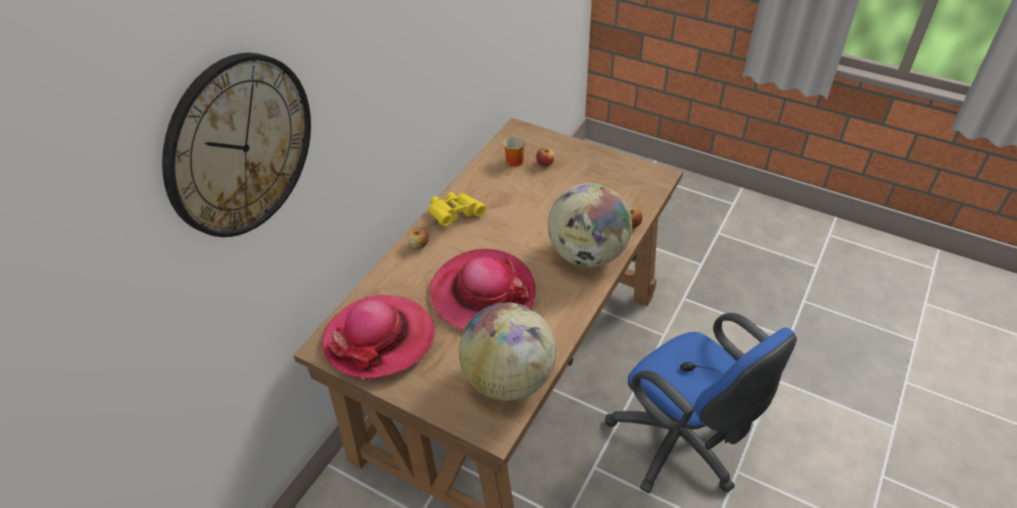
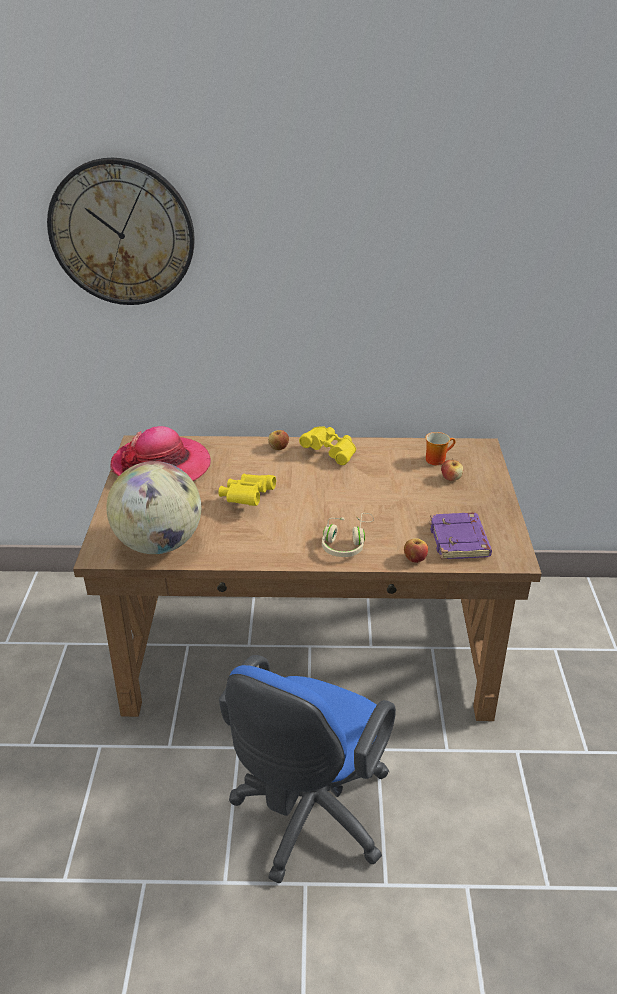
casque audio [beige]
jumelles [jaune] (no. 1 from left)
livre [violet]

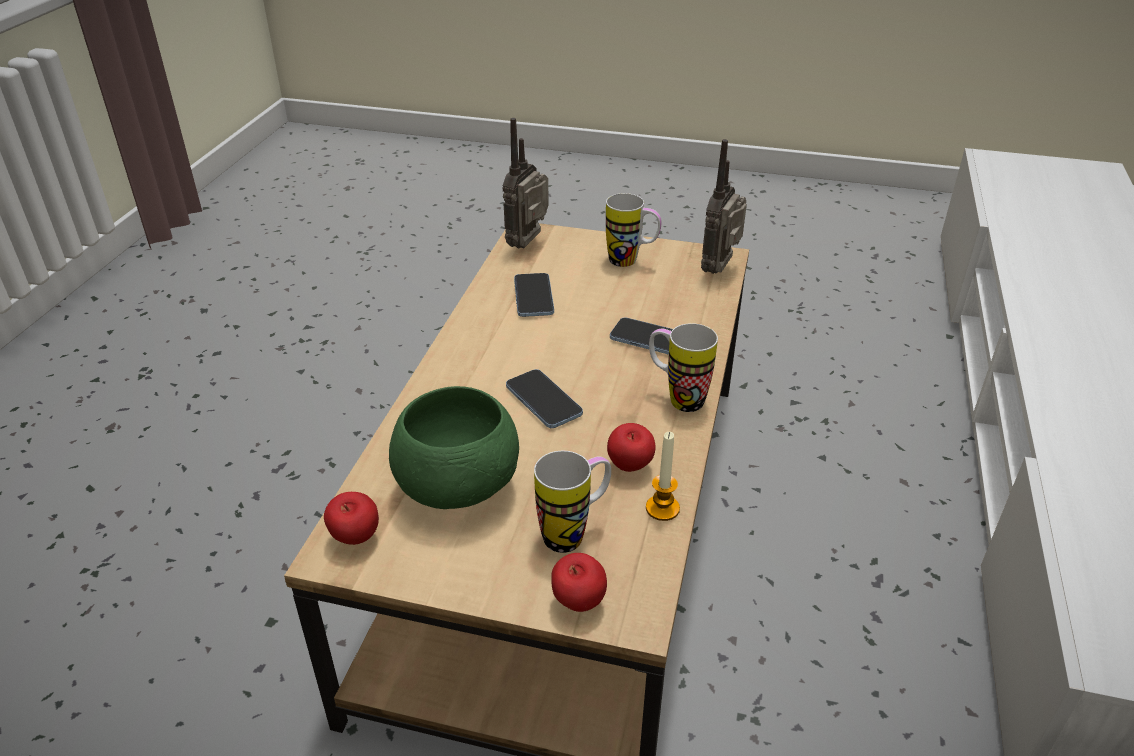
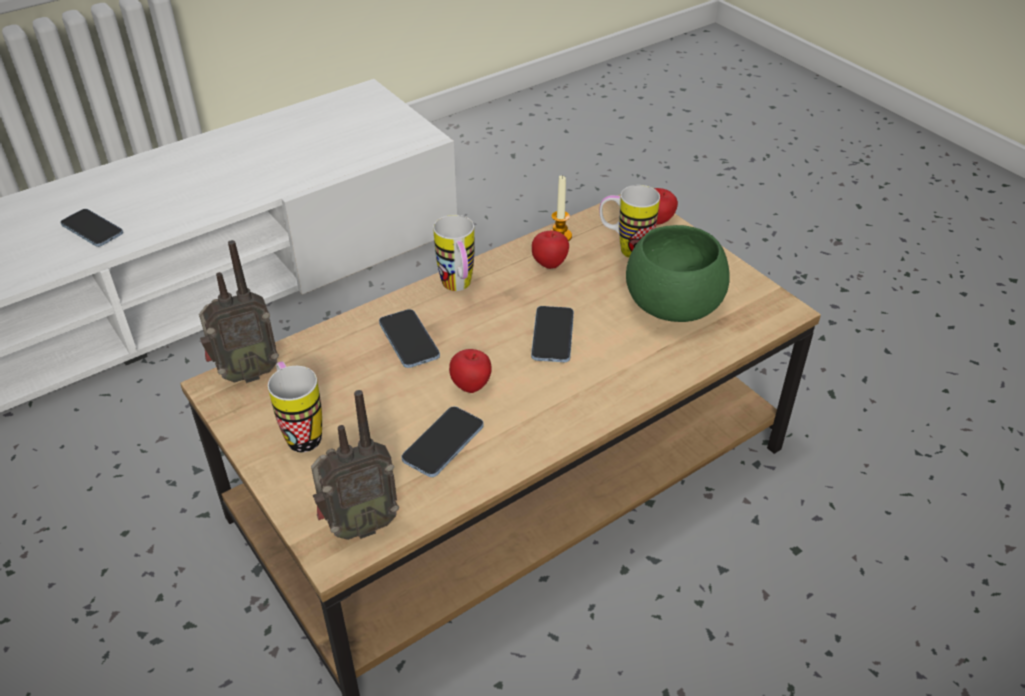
pomme (no. 1 from left)
téléphone (no. 1 from left)

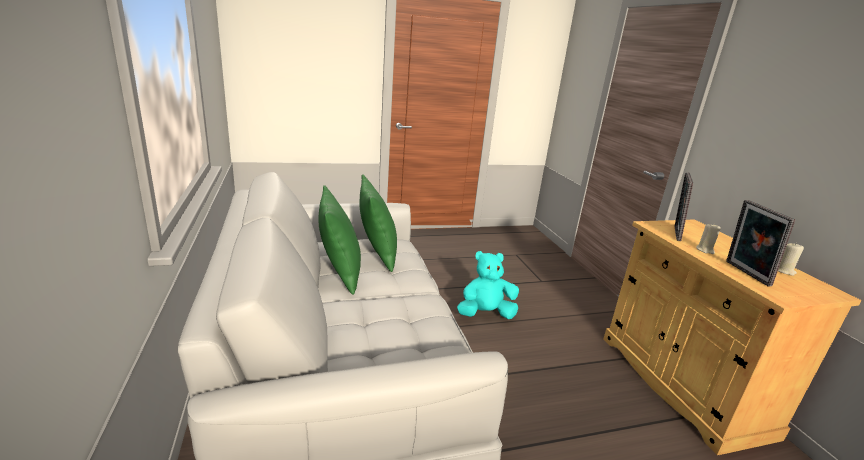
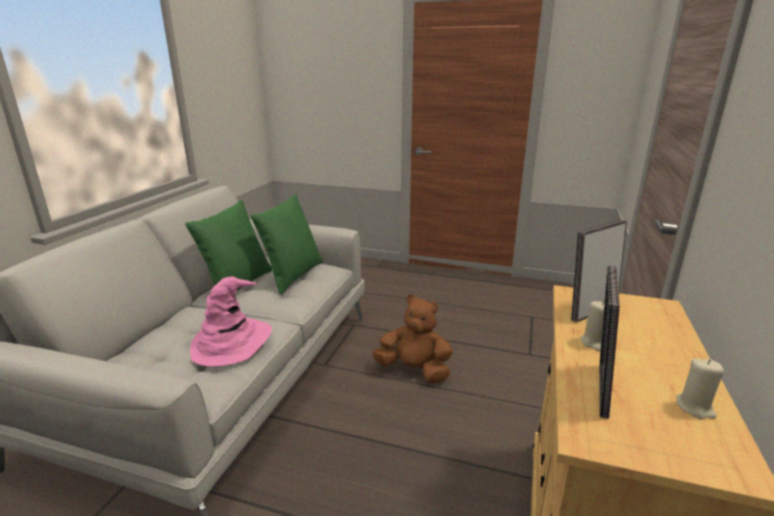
peluche [marron]
chapeau [rose]

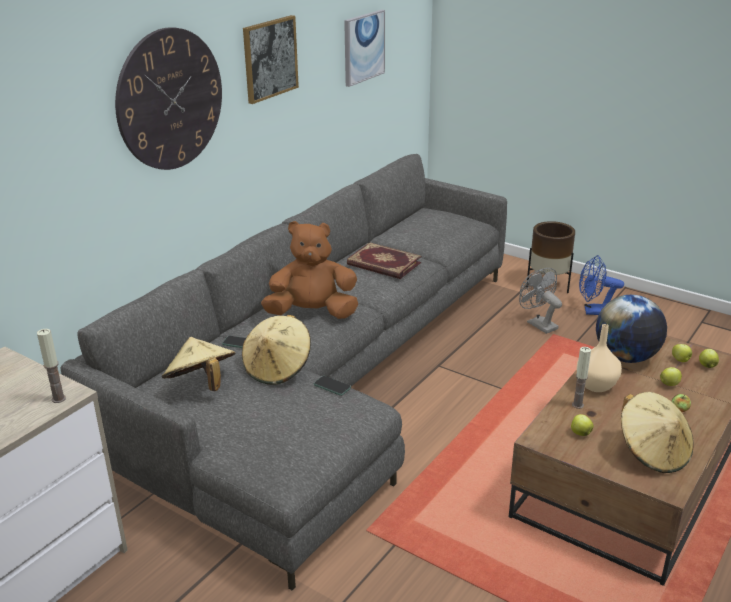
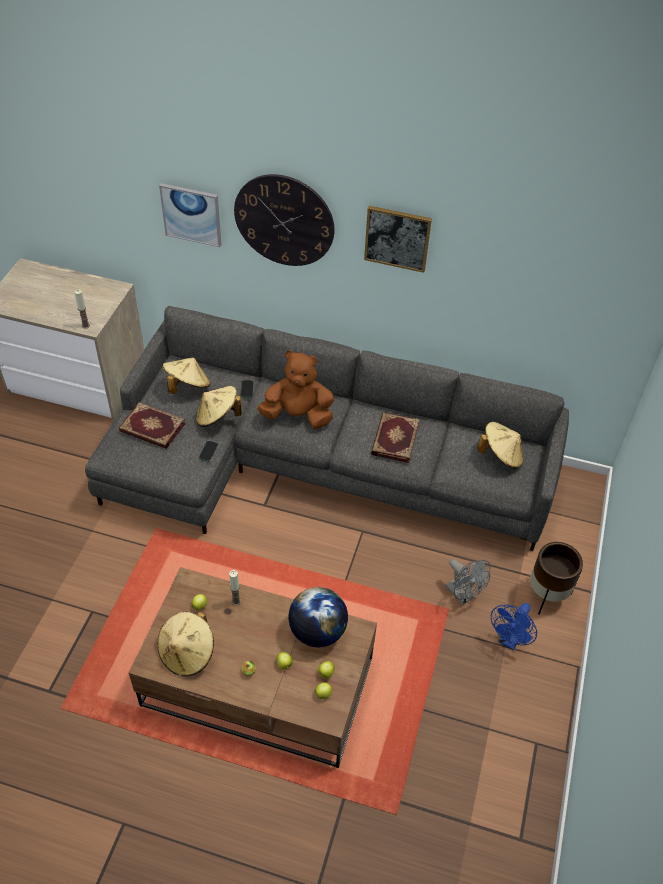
tableau (no. 1 from left)
peluche [marron]
ventilateur [bleu]
ventilateur [gris]
vase [beige]
livre (no. 1 from left)
chapeau [beige] (no. 4 from left)

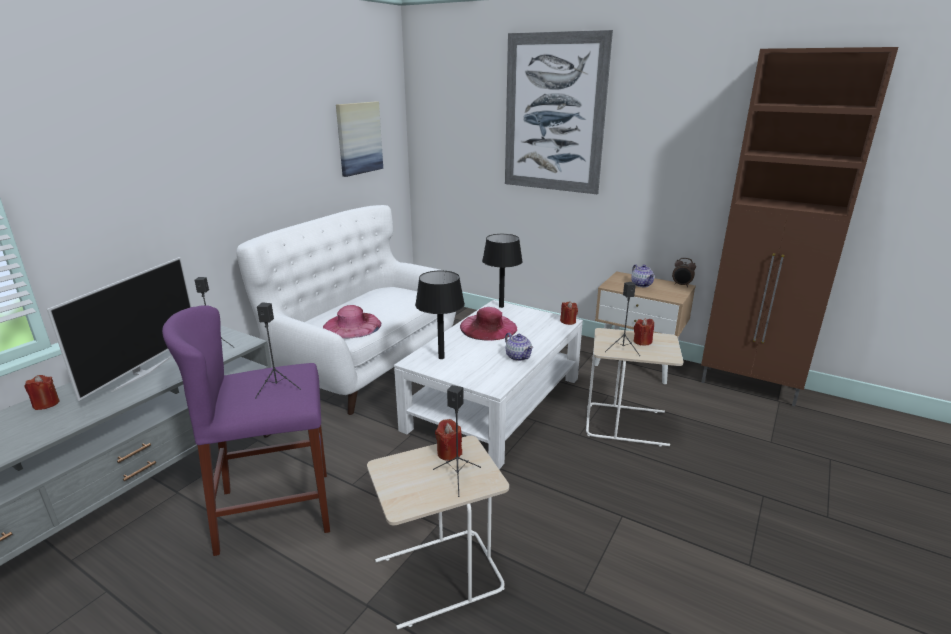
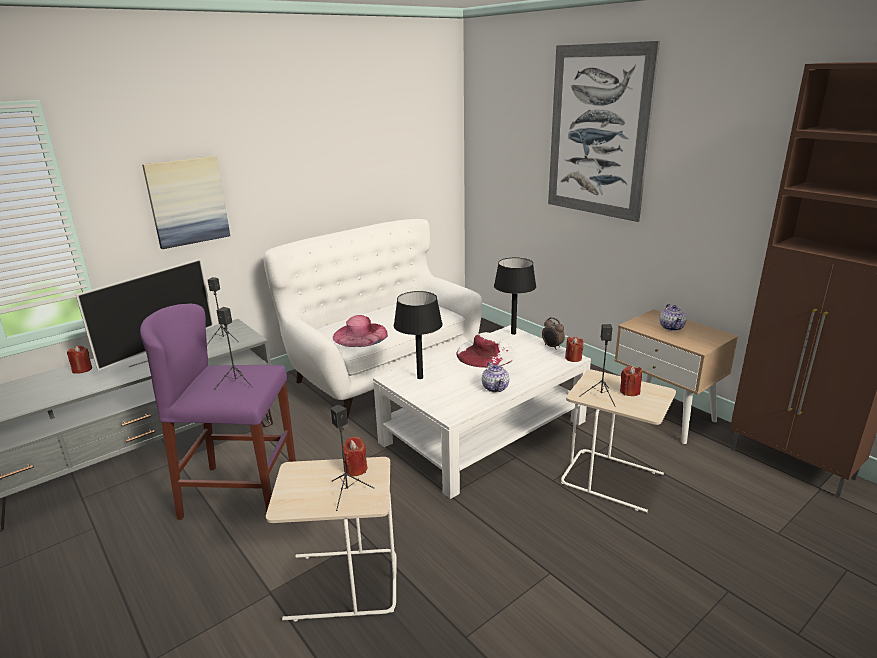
tableau (no. 1 from left)
réveil
chapeau [blanc]

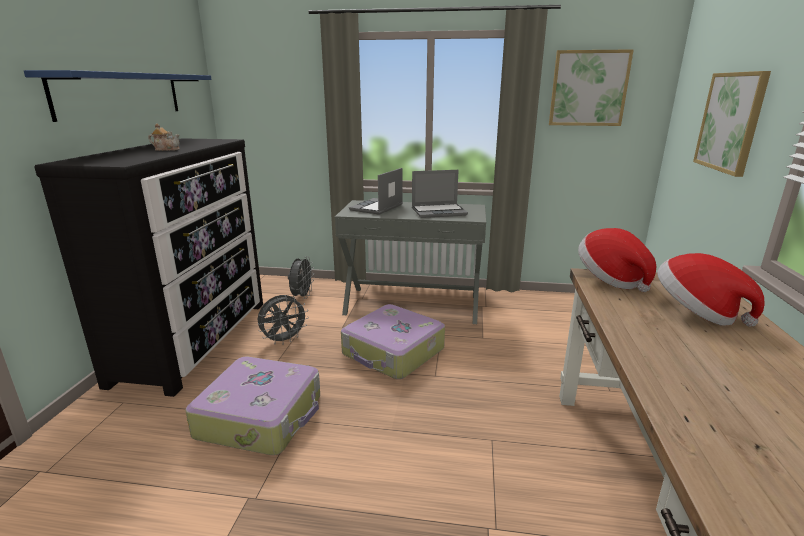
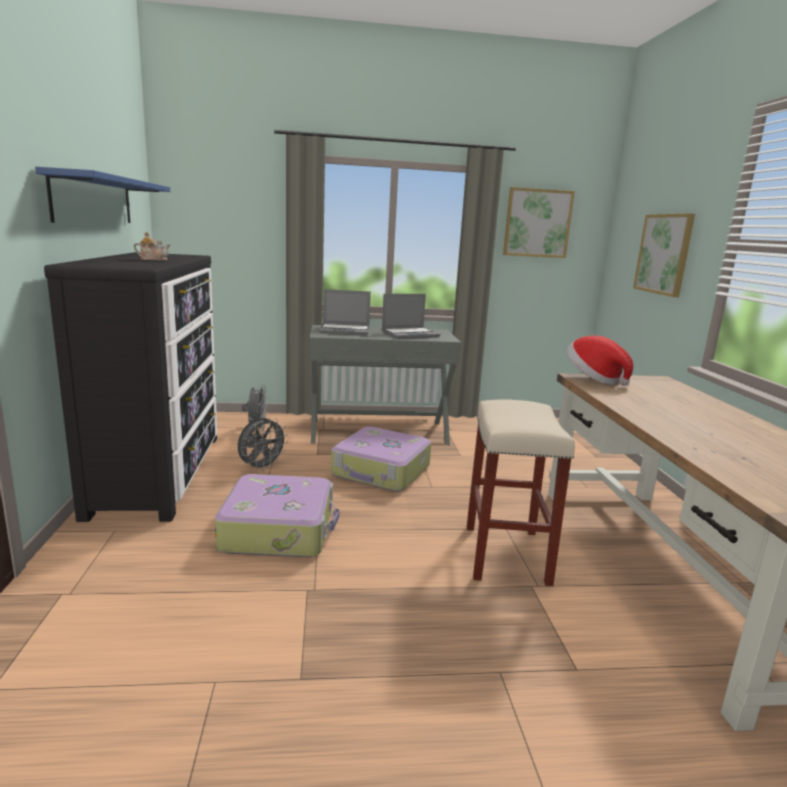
ordinateur portable (no. 1 from left)
chapeau (no. 2 from left in the first image)
tabouret [beige]

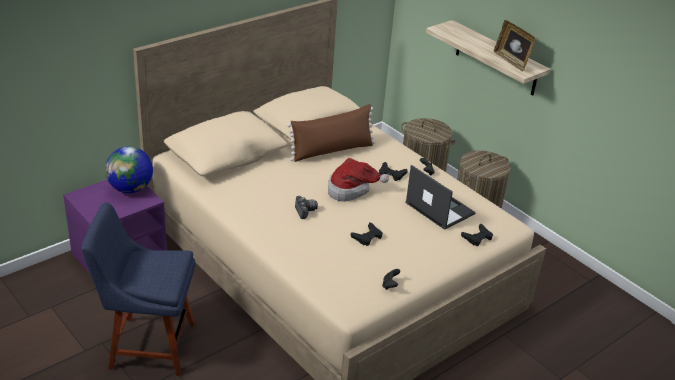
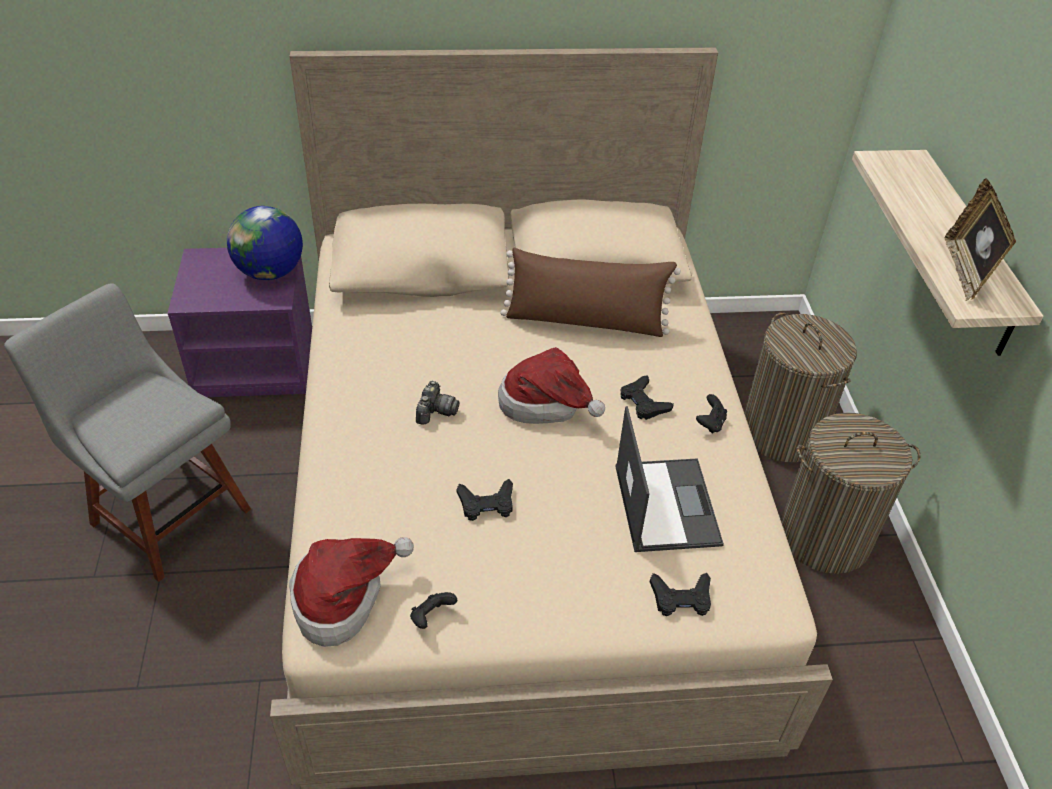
chaise [gris]
chapeau (no. 1 from left)

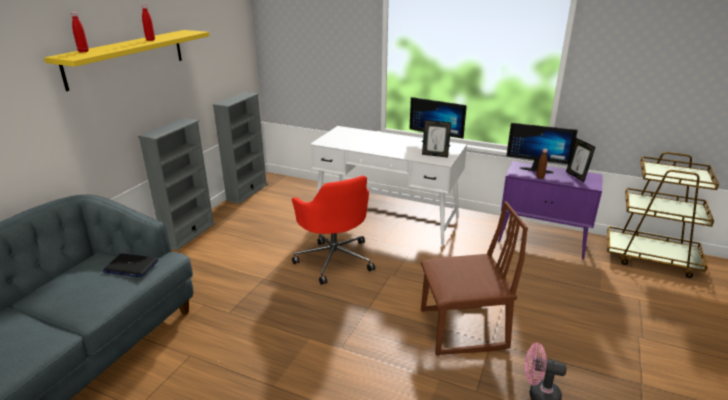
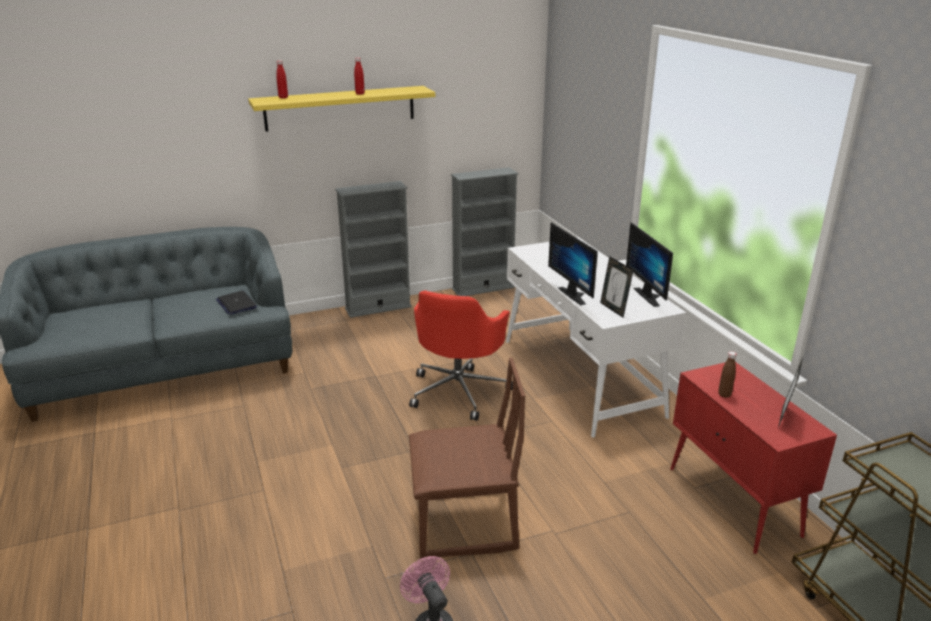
écran d'ordinateur (no. 1 from left)
meuble de rangement [rouge]
chaise [marron]

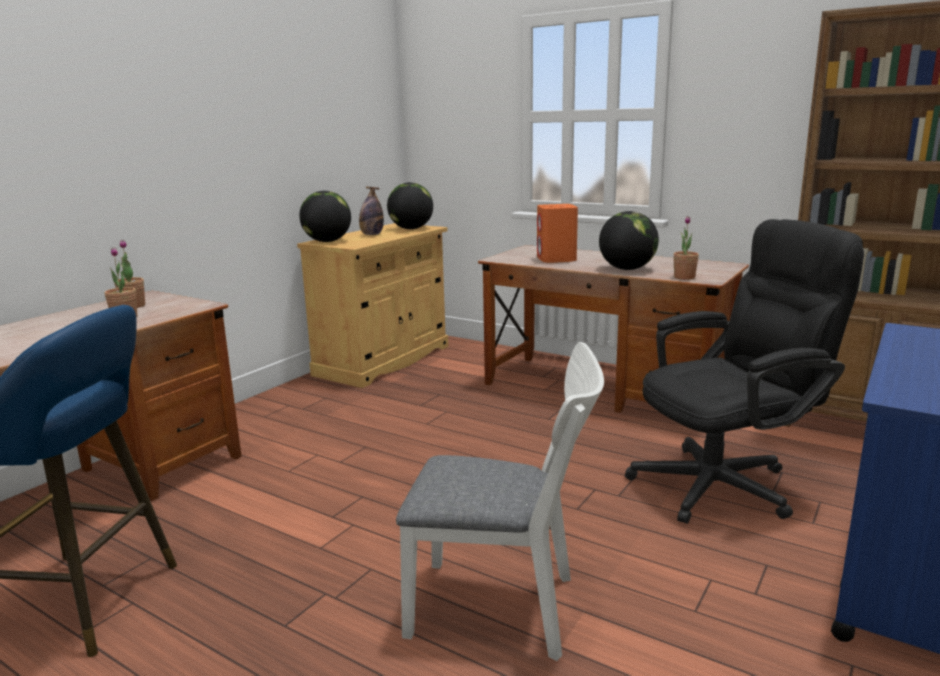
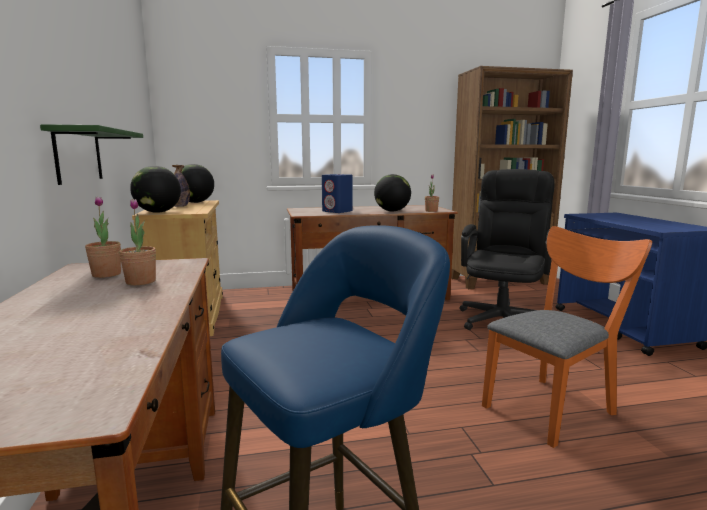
enceinte [bleu]
chaise [orange]
étagère [vert]

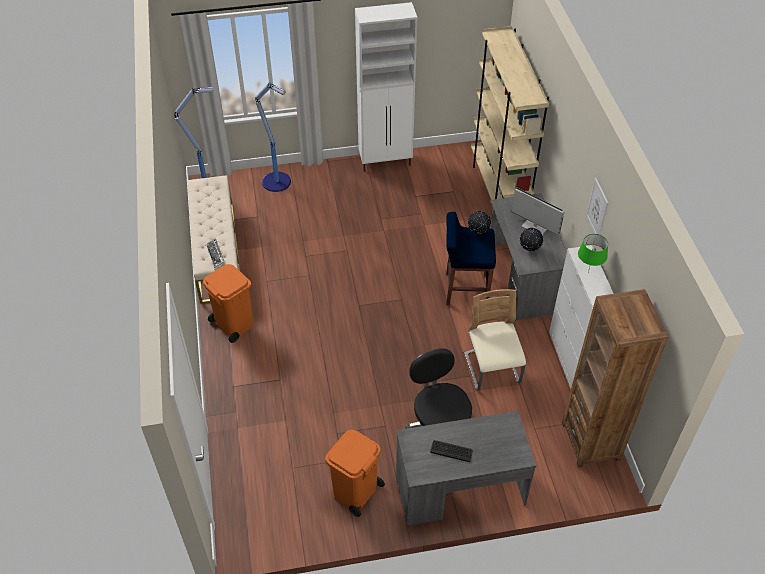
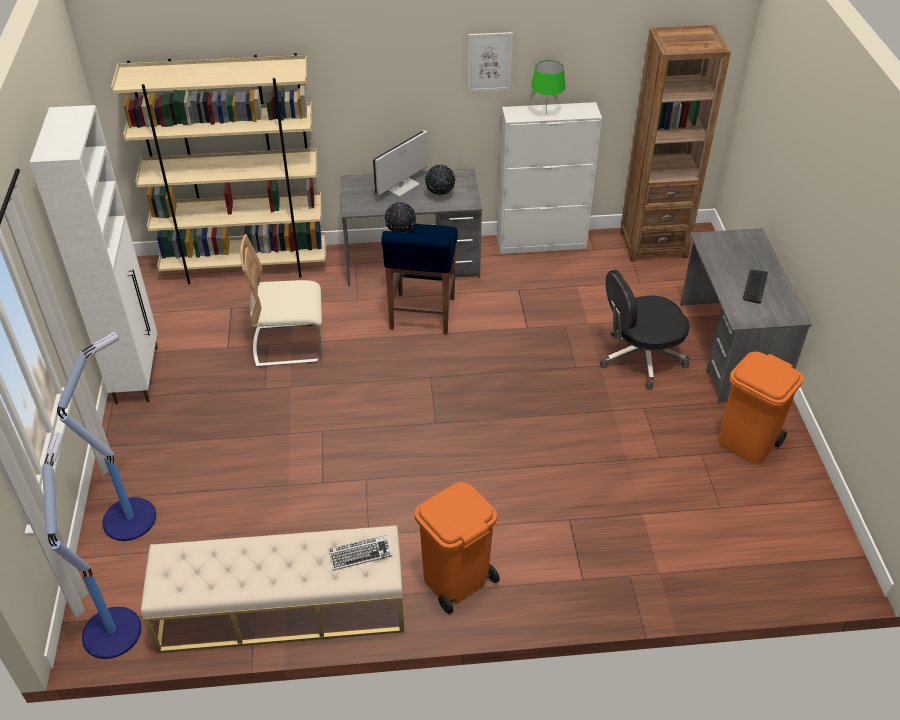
chaise [beige]

